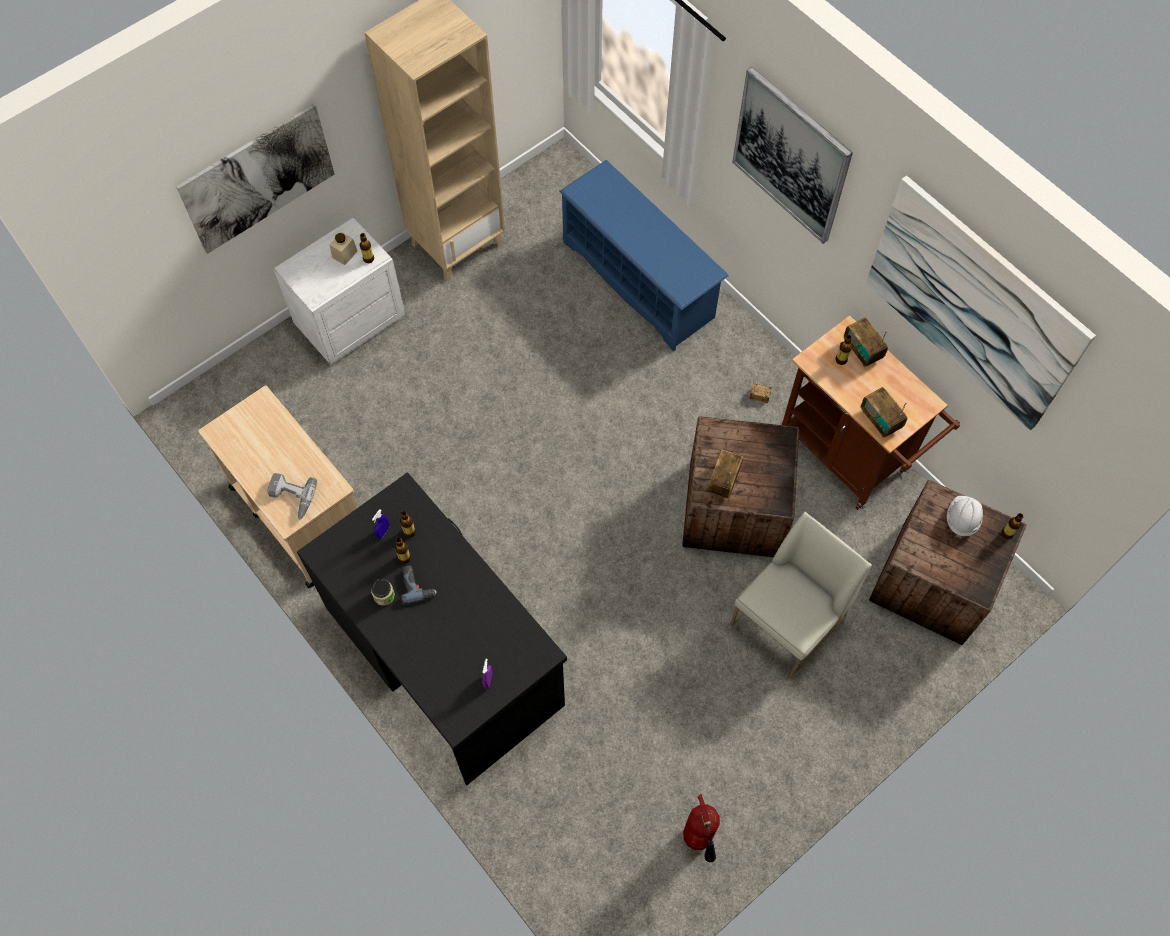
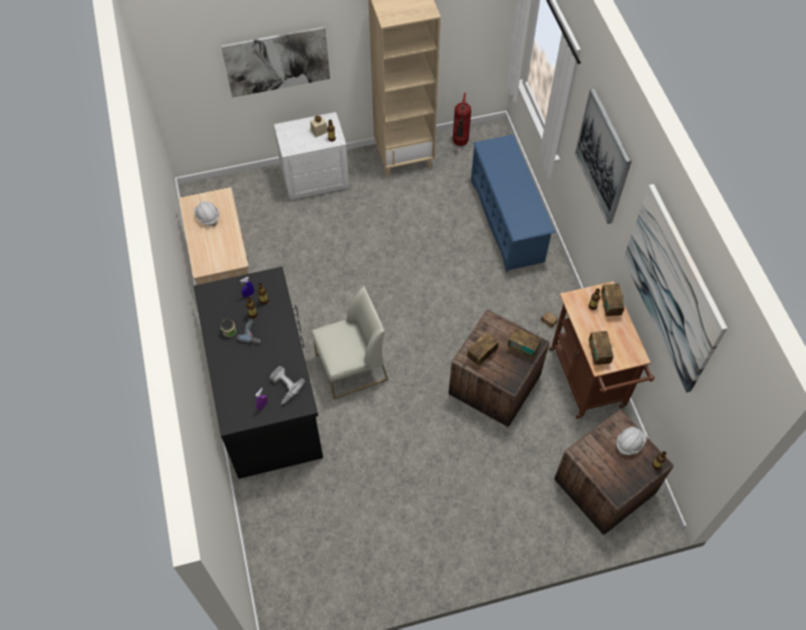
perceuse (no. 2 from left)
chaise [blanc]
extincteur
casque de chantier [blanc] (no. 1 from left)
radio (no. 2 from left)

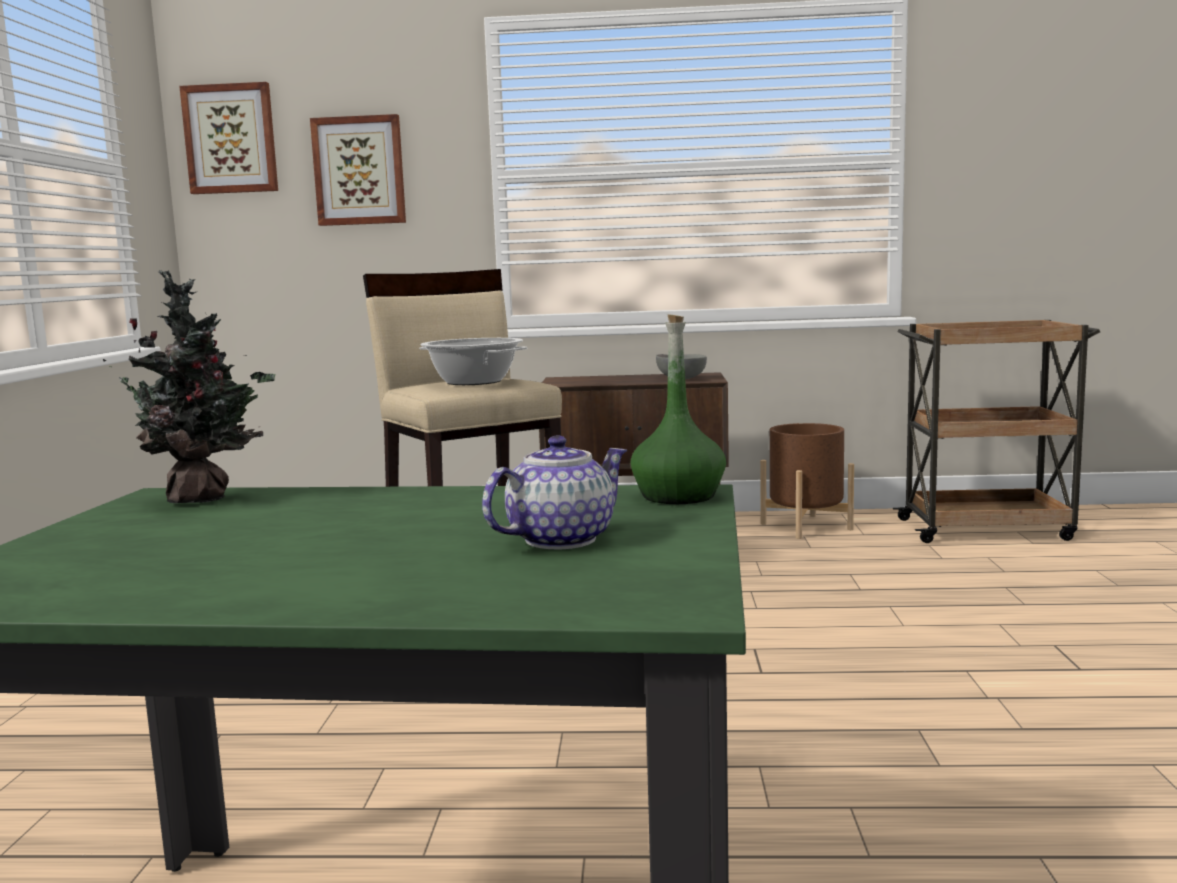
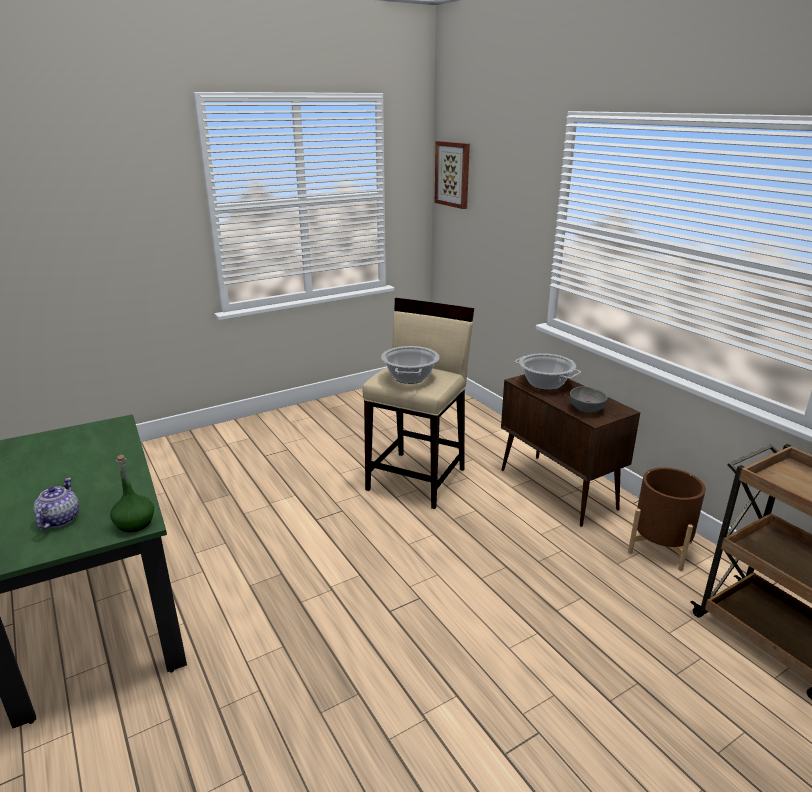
tableau (no. 2 from left in the first image)
plante en pot
théière
marmite (no. 2 from left)

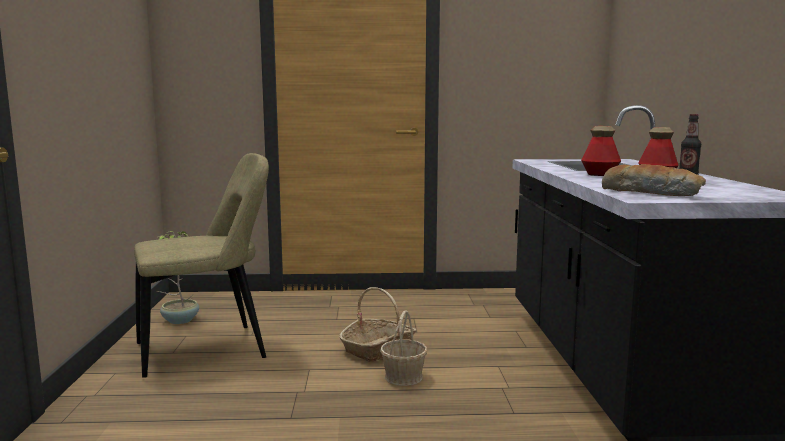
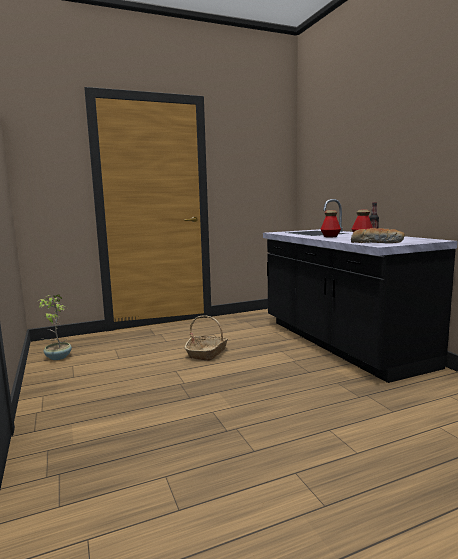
chaise [beige]
panier (no. 2 from left in the first image)

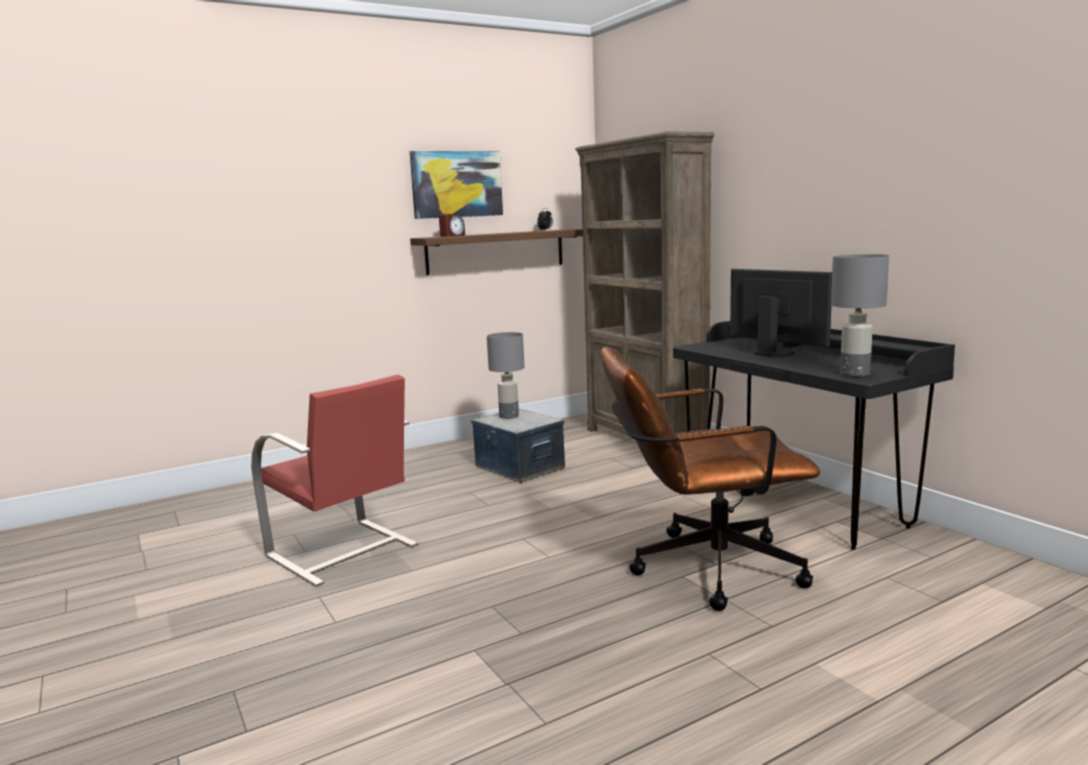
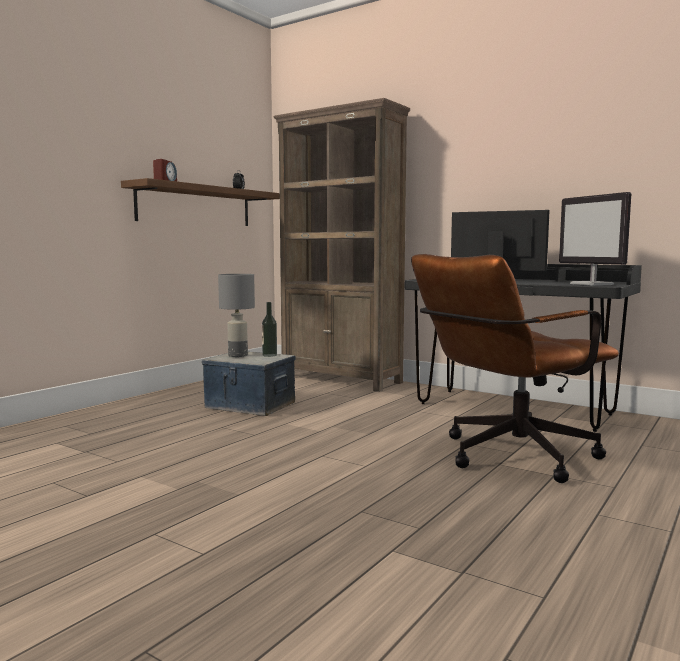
tableau
écran d'ordinateur (no. 2 from left)
chaise [rouge]
bouteille

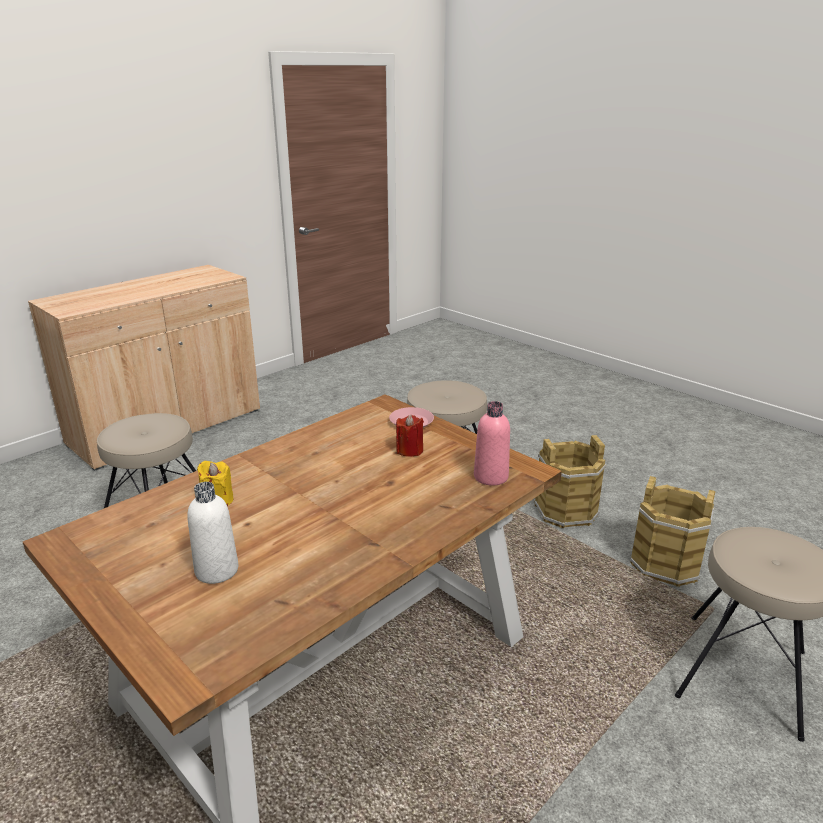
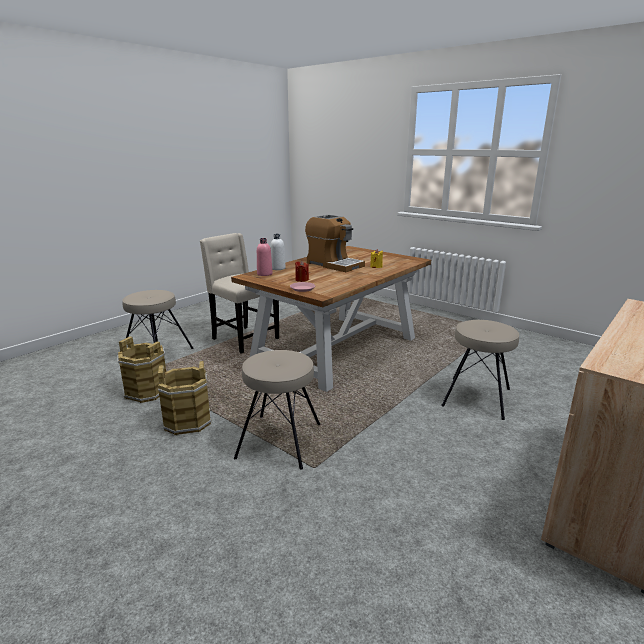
bouteille [blanc]
machine à café
chaise [beige]

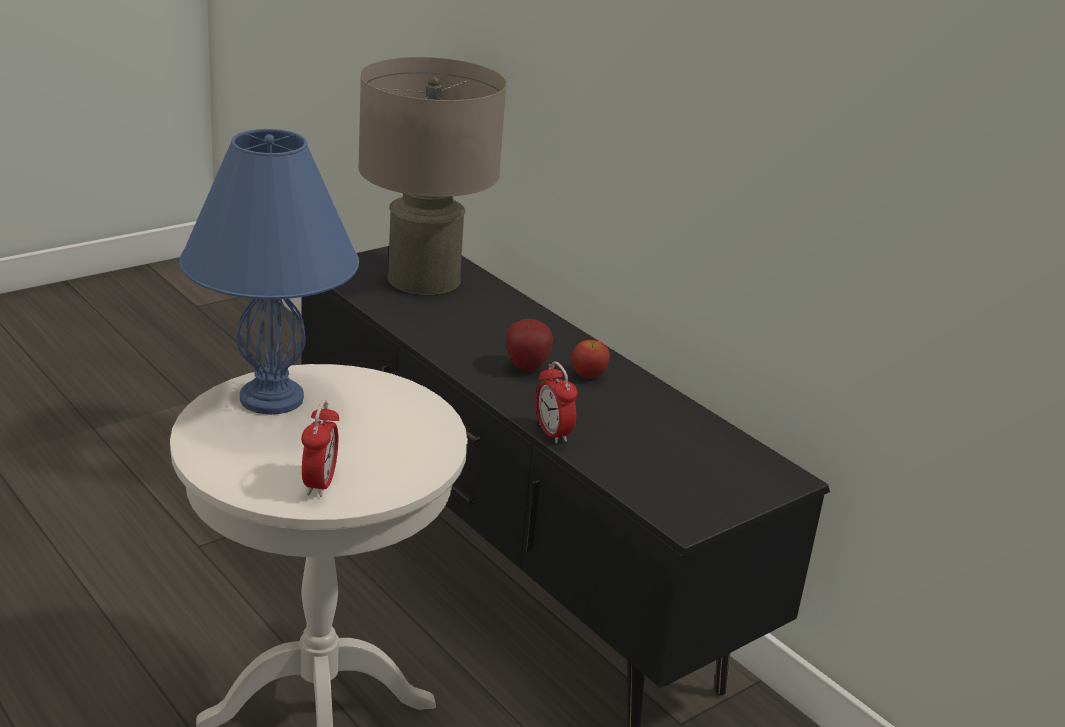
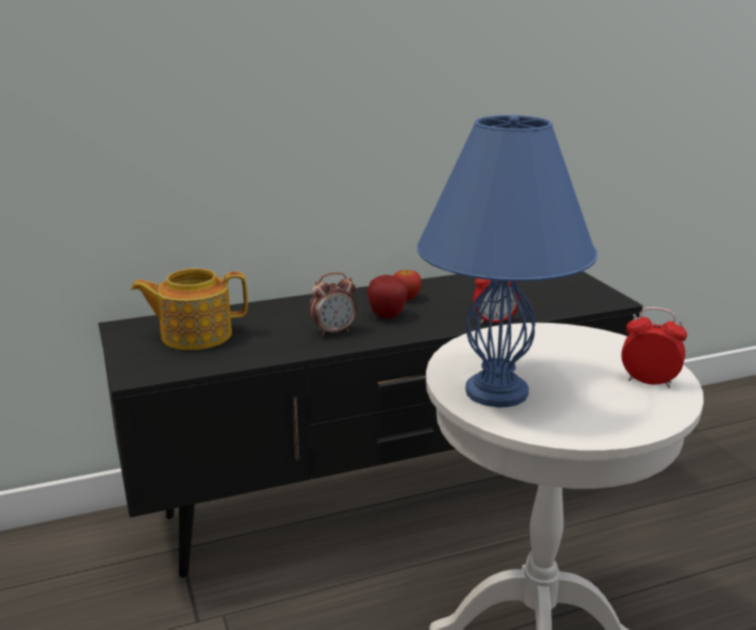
théière
réveil (no. 1 from left)

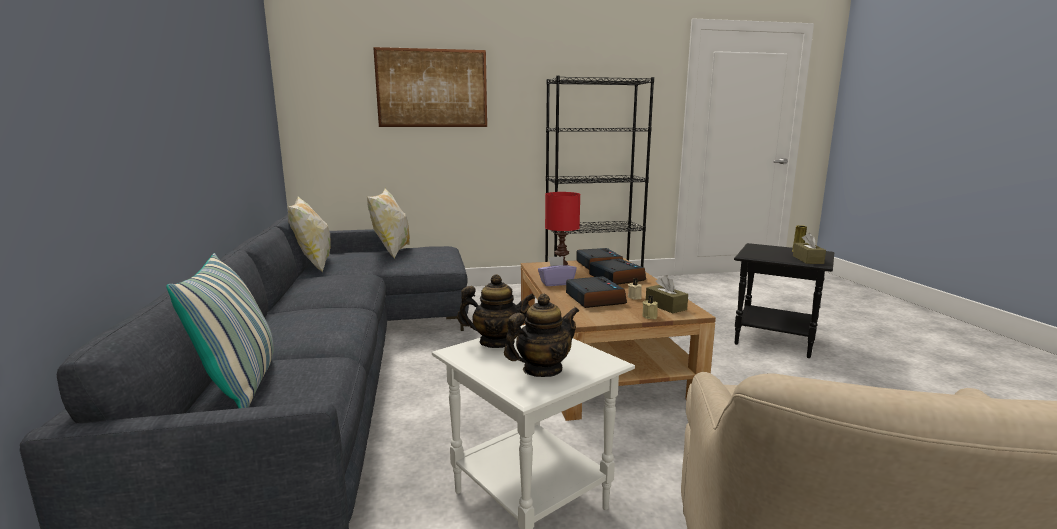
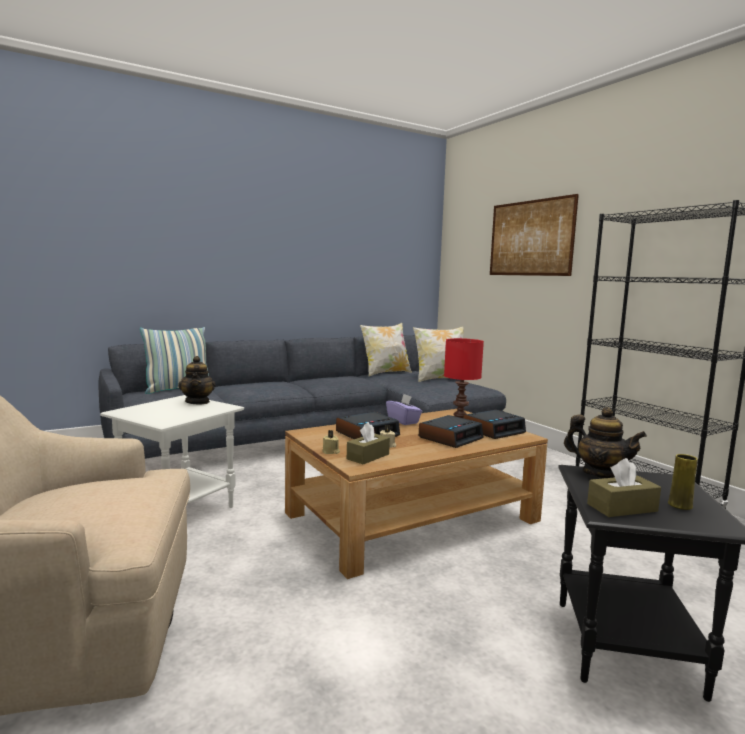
théière (no. 2 from left)

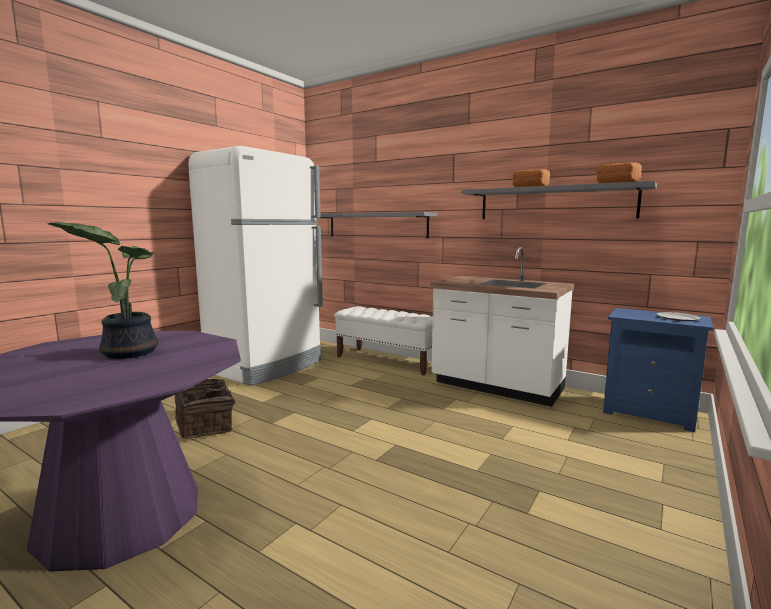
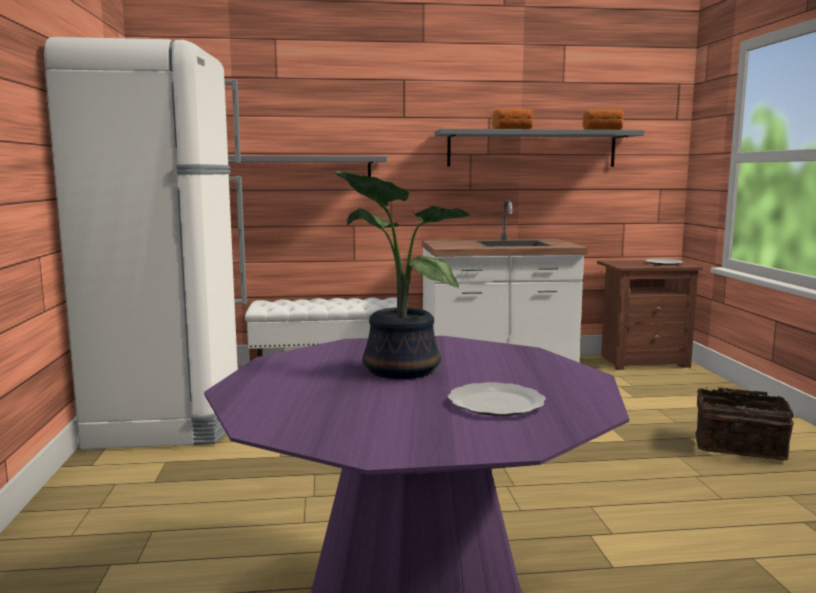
table de chevet [marron]
panier
assiette (no. 1 from left)

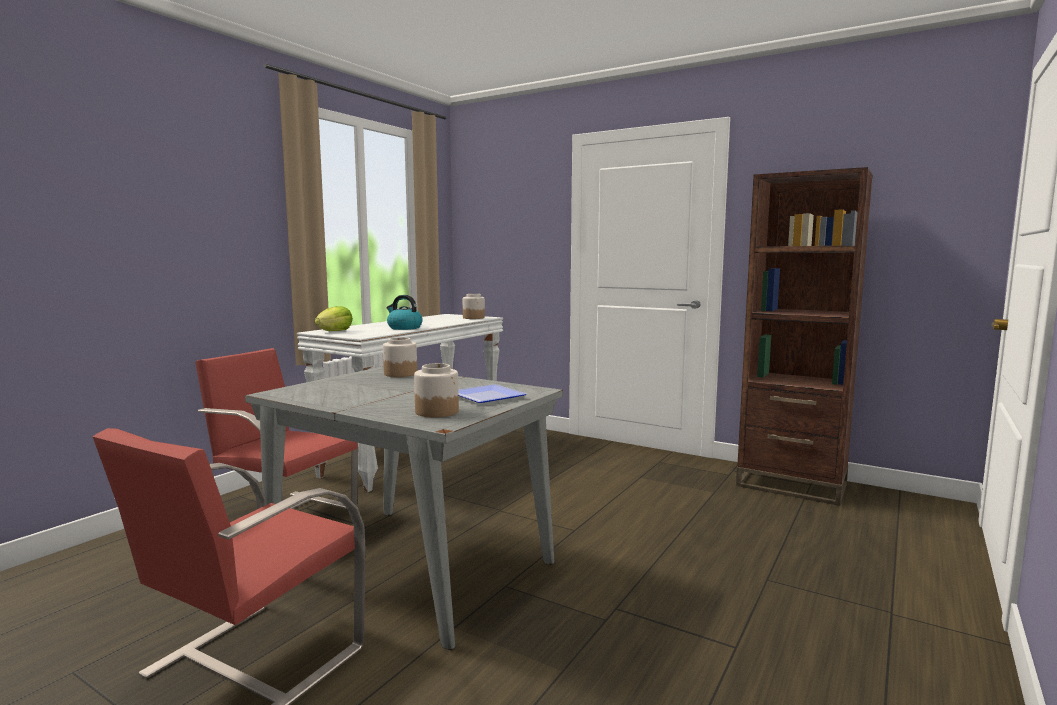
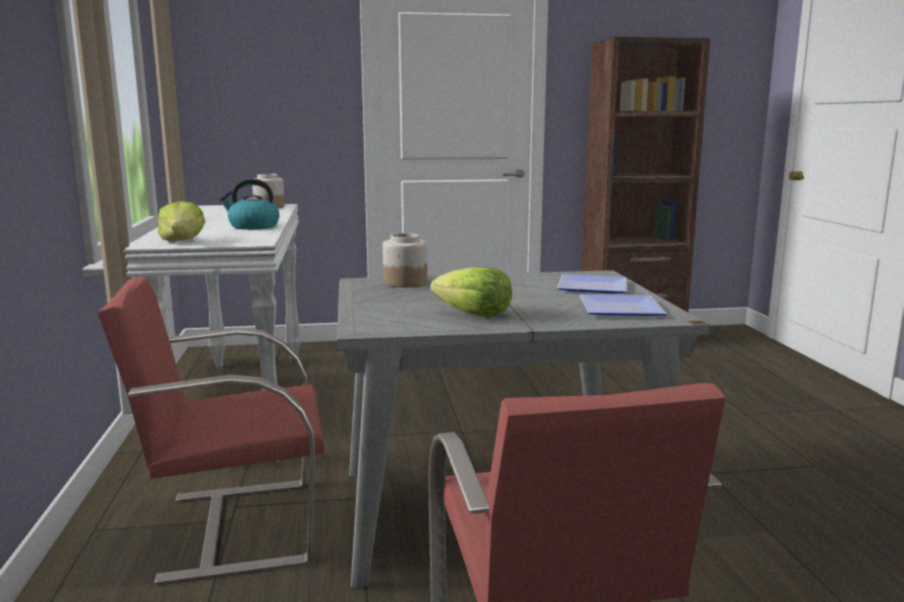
assiette (no. 2 from left)
laitue (no. 2 from left)

